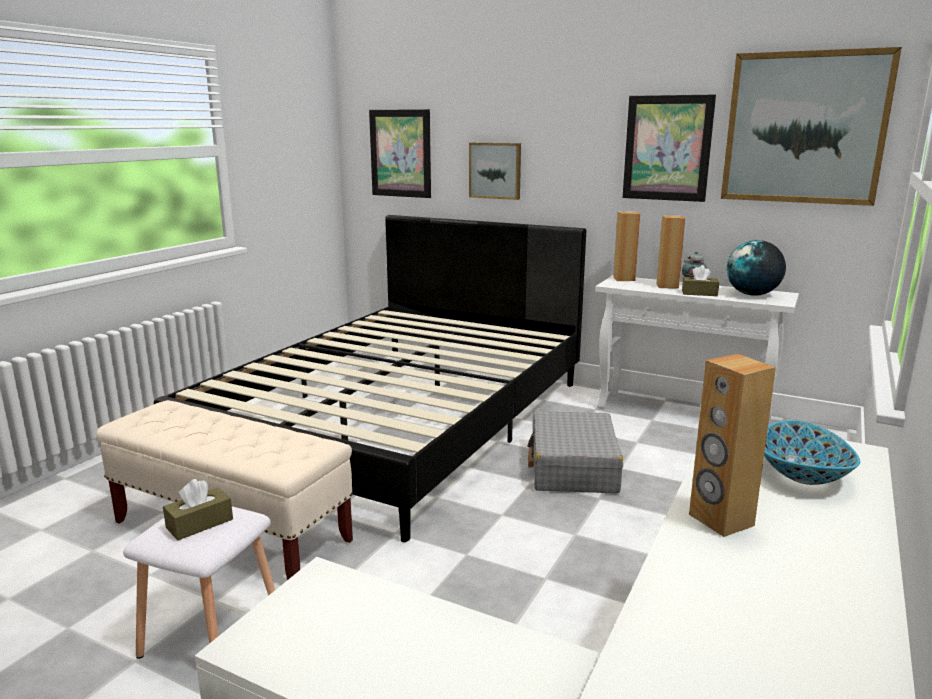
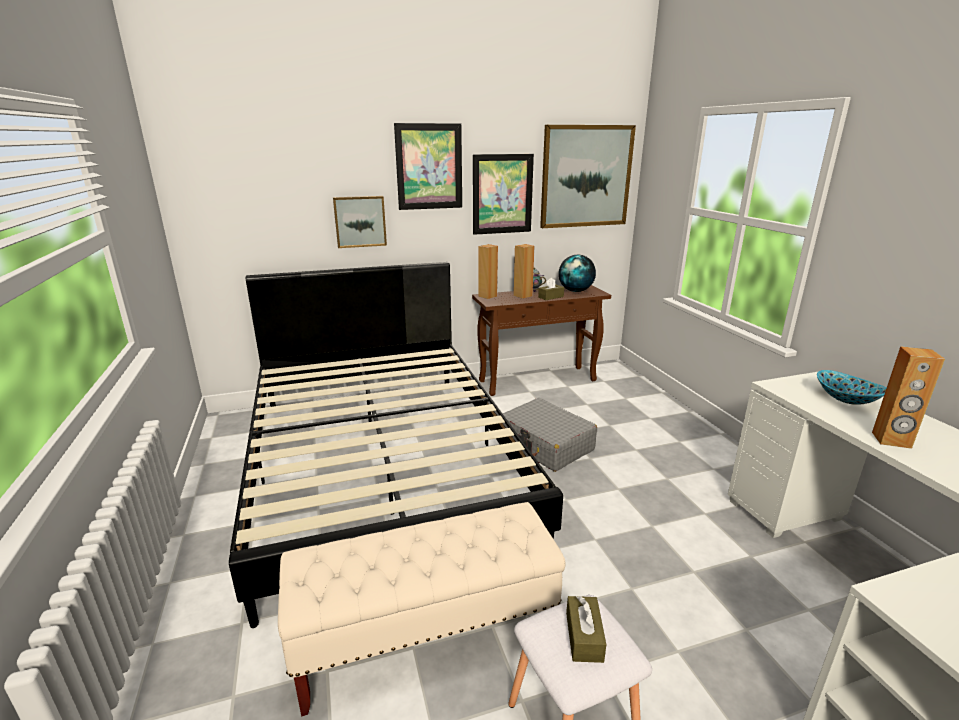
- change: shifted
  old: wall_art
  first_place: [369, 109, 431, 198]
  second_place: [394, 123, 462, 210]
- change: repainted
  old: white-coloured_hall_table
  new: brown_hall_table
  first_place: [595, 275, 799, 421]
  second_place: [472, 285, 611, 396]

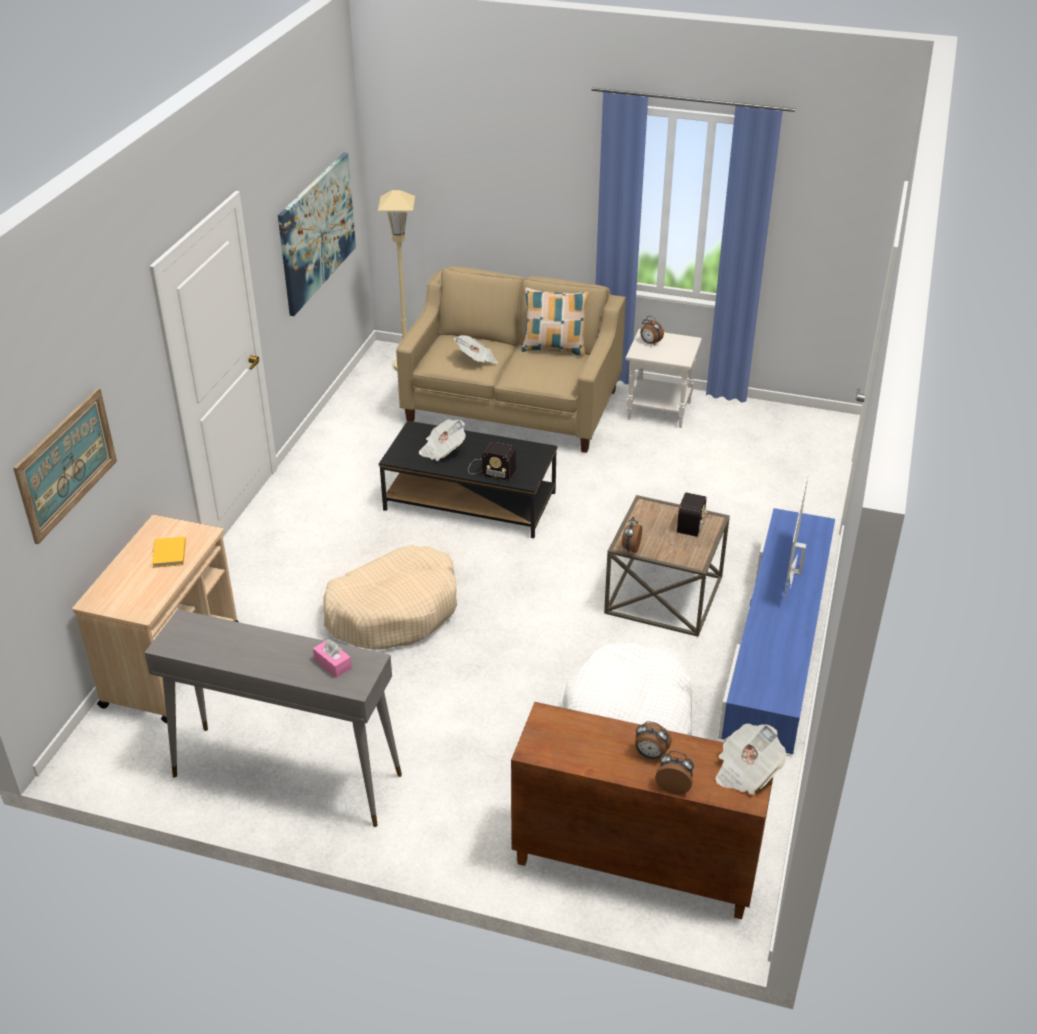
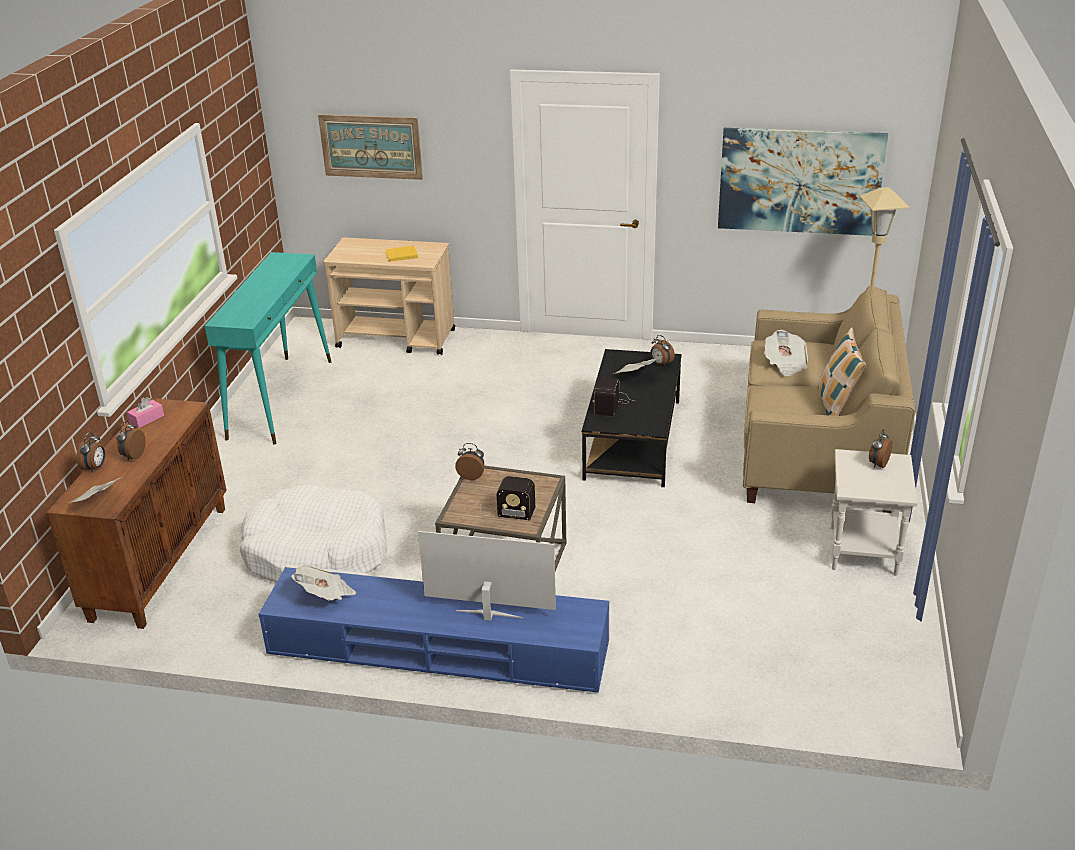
- change: repainted
  old: greyish_hall_table
  new: turquoise-coloured_hall_table
  first_place: [144, 609, 402, 827]
  second_place: [205, 252, 331, 445]
- change: shifted
  old: pinkish_tissue_box
  first_place: [313, 639, 352, 678]
  second_place: [127, 397, 164, 428]
- change: gone
  old: beige-coloured_dog_cushion
  first_place: [323, 545, 457, 650]
- change: new
  new: printed_paper
  second_place: [291, 565, 356, 601]
- change: new
  new: bedside_clock
  second_place: [650, 335, 675, 367]

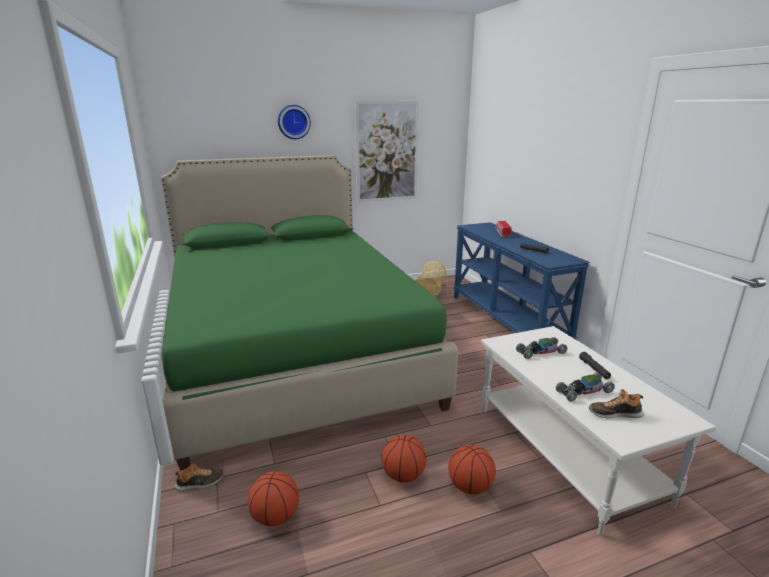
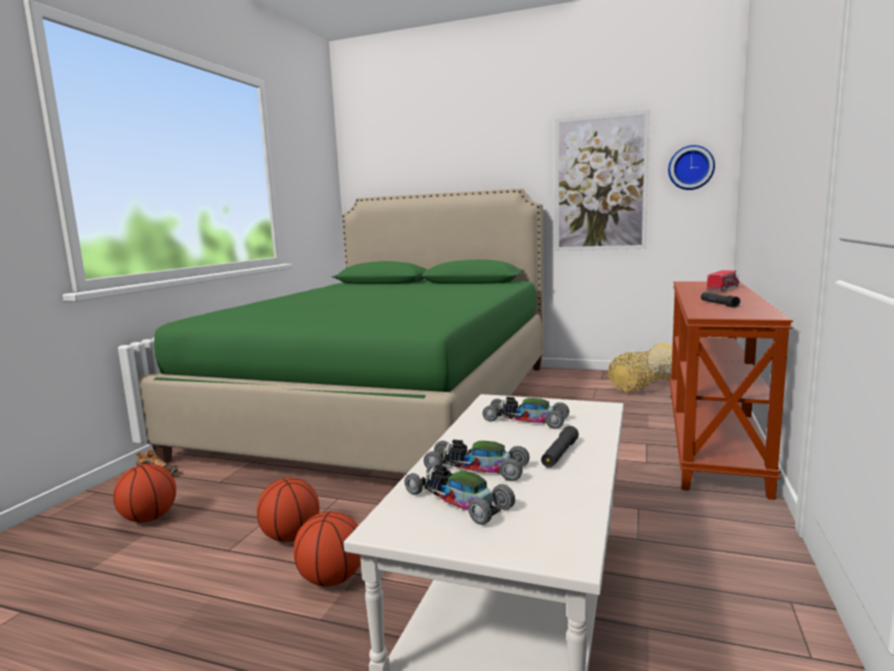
- change: shifted
  old: hanging_clock
  first_place: [278, 105, 311, 139]
  second_place: [668, 145, 715, 190]
- change: repainted
  old: blue_hall_table
  new: brown_hall_table
  first_place: [454, 222, 590, 340]
  second_place: [670, 281, 793, 500]
- change: swapped
  old: shoe
  new: miniature_car
  first_place: [589, 389, 644, 419]
  second_place: [405, 463, 515, 525]

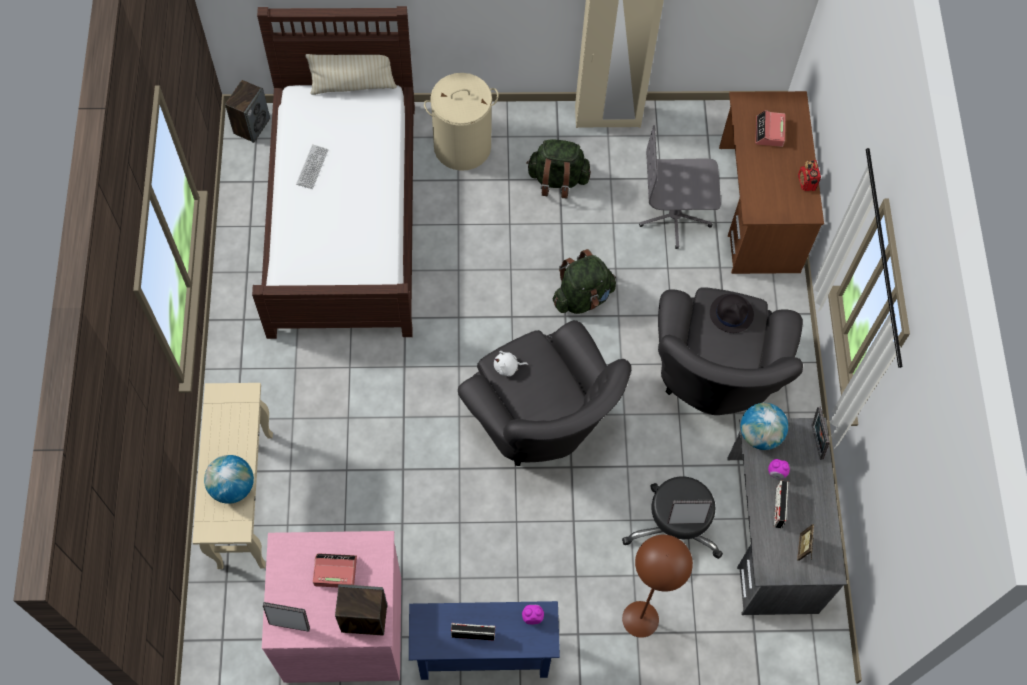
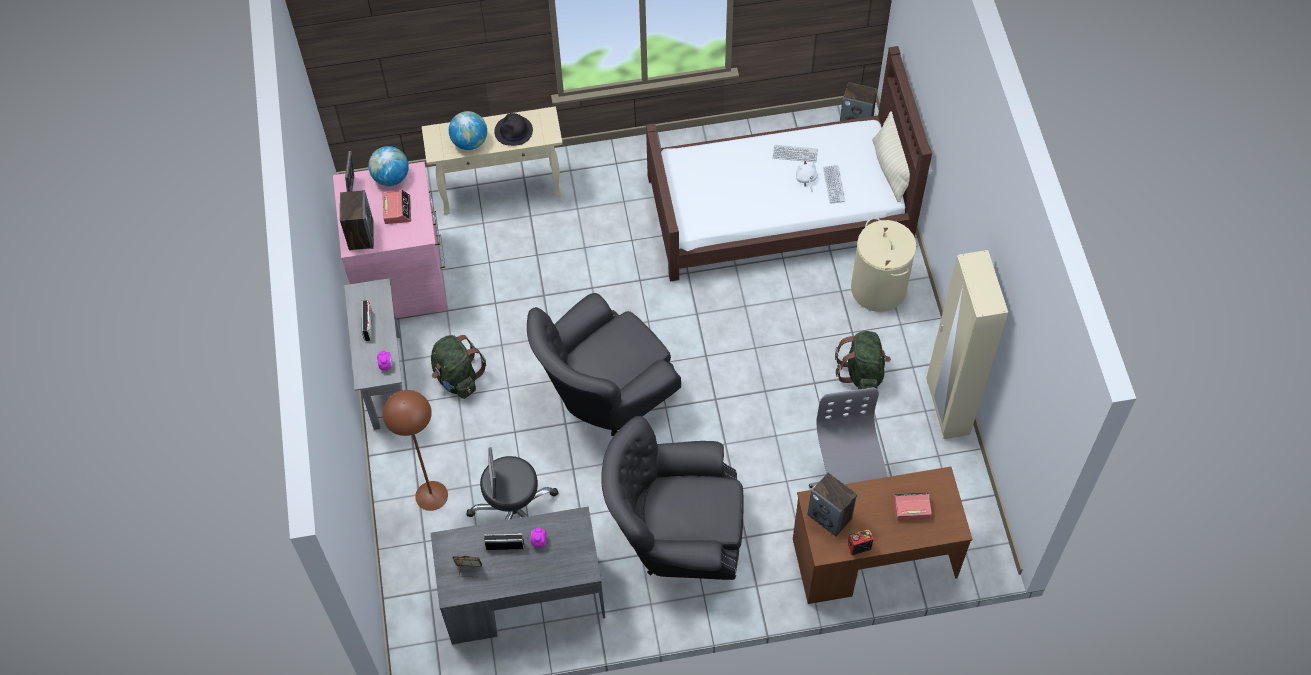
- change: repainted
  old: blue_hall_table
  new: greyish_hall_table
  first_place: [409, 601, 560, 680]
  second_place: [344, 278, 402, 430]
- change: shifted
  old: white-coloured_cuddly_toy
  first_place: [494, 351, 528, 376]
  second_place: [796, 161, 818, 192]
- change: shifted
  old: green-coloured_rucksack
  first_place: [553, 249, 616, 314]
  second_place: [431, 335, 486, 399]
- change: shifted
  old: black_hat
  first_place: [710, 294, 754, 333]
  second_place: [494, 113, 533, 146]
- change: shifted
  old: globe
  first_place: [740, 403, 788, 450]
  second_place: [368, 146, 409, 186]
- change: gone
  old: standing_frame
  first_place: [812, 407, 830, 460]
- change: new
  new: loudspeaker
  second_place: [808, 473, 857, 537]
- change: new
  new: keyboard
  second_place: [823, 165, 845, 204]

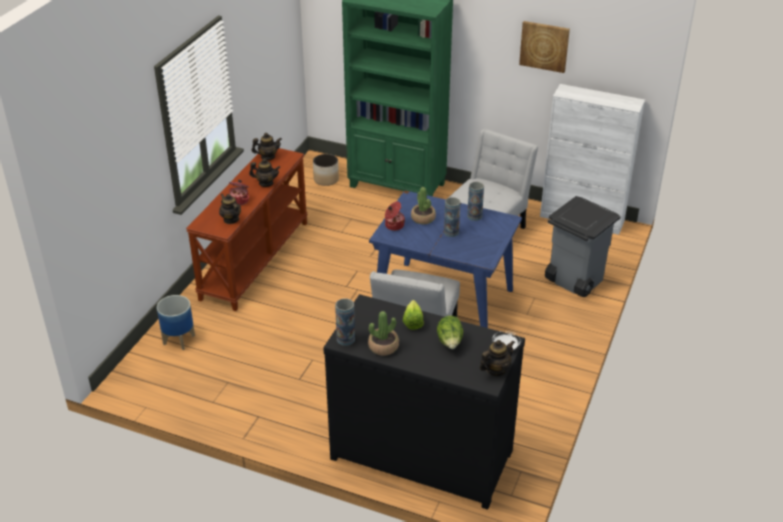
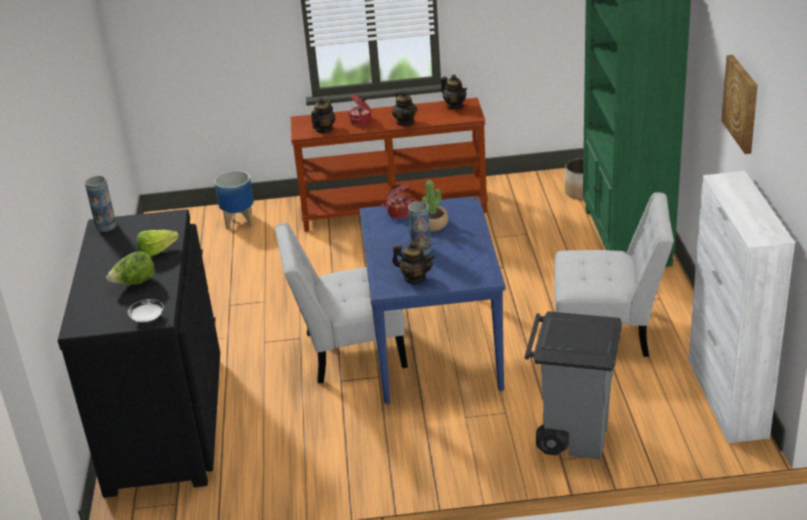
- change: gone
  old: houseplant
  first_place: [368, 311, 399, 356]
- change: gone
  old: decorative_vase
  first_place: [467, 182, 484, 221]
- change: shifted
  old: tea_pot
  first_place: [479, 340, 515, 376]
  second_place: [392, 241, 435, 284]

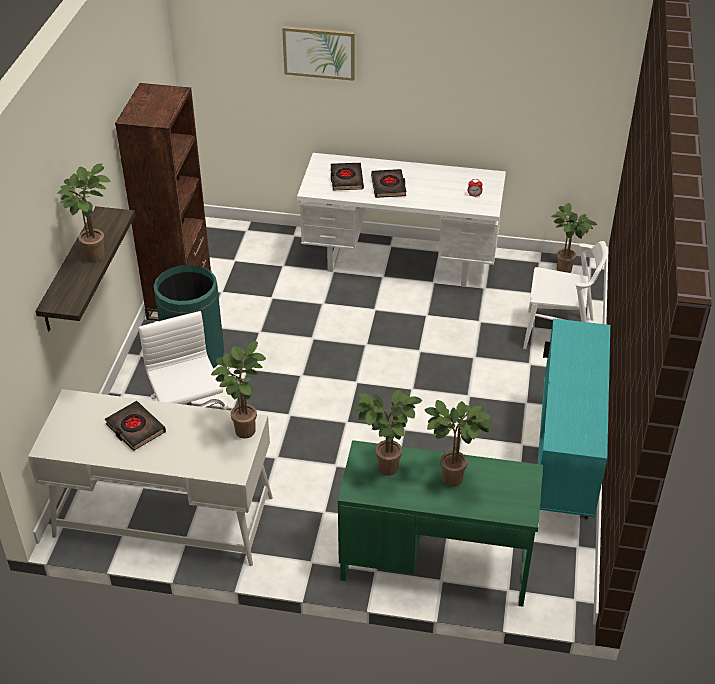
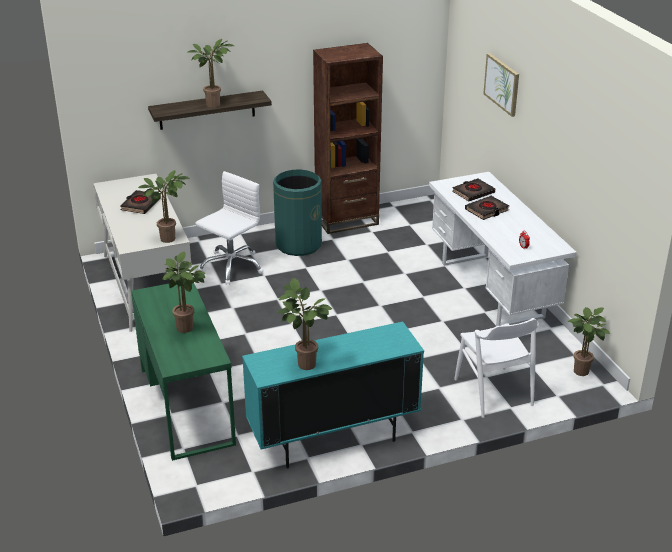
- change: shifted
  old: houseplant
  first_place: [352, 390, 422, 476]
  second_place: [277, 278, 332, 370]

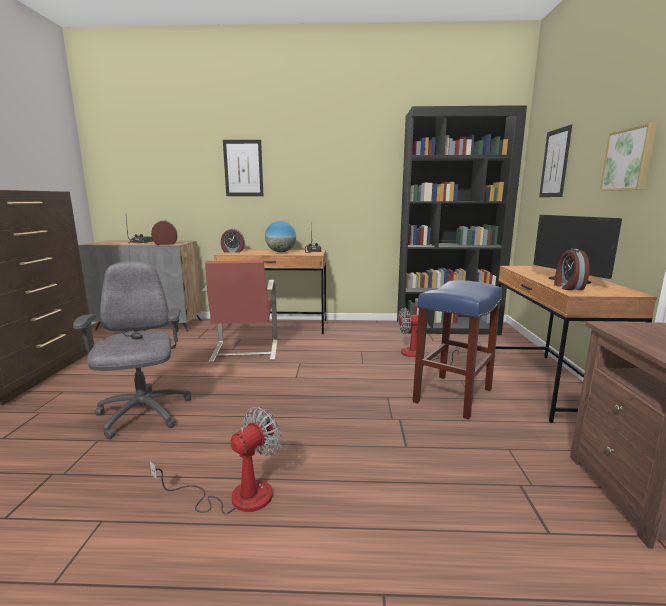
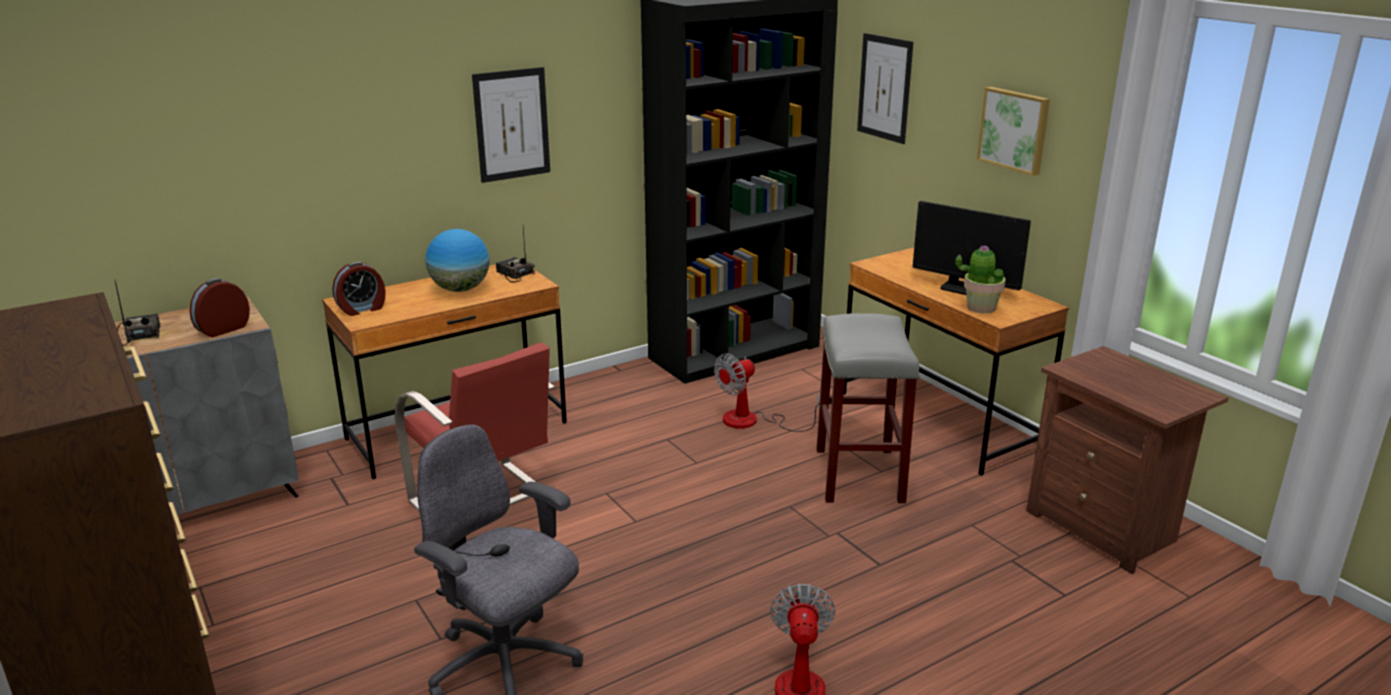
- change: shifted
  old: wall_art
  first_place: [223, 140, 263, 196]
  second_place: [472, 67, 550, 183]
- change: repainted
  old: blue_stool_seat
  new: greyish_stool_seat
  first_place: [413, 280, 502, 420]
  second_place: [817, 313, 920, 503]
- change: swapped
  old: bedside_clock
  new: houseplant
  first_place: [554, 249, 589, 290]
  second_place: [956, 245, 1006, 314]

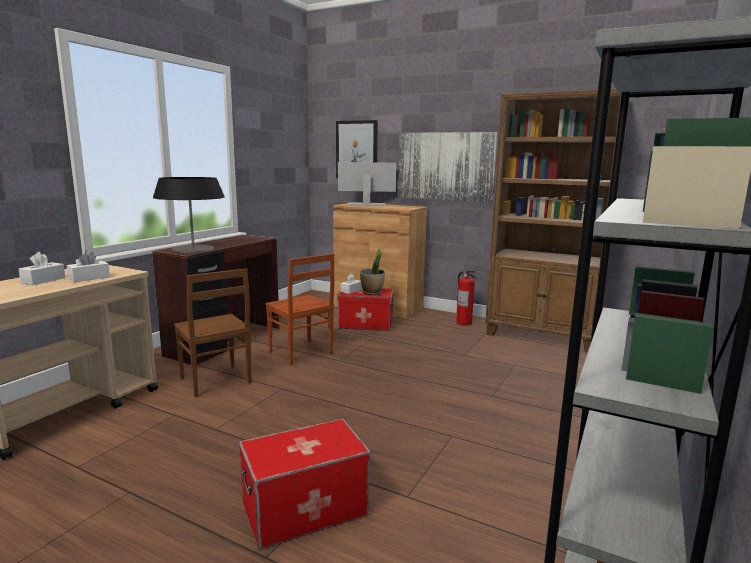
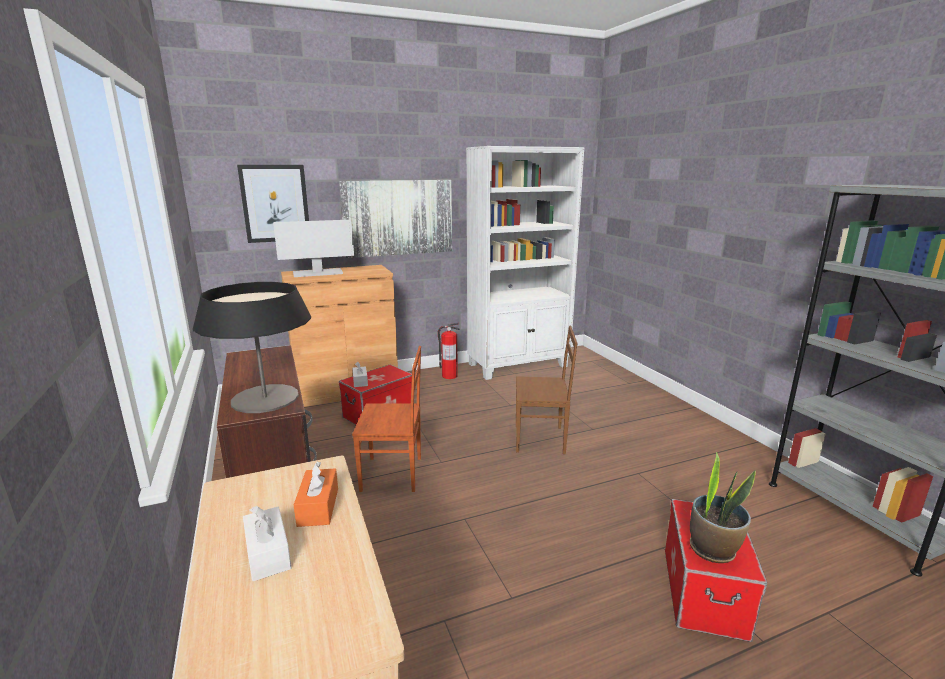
- change: repainted
  old: white-coloured_tissue_box
  new: orange_tissue_box
  first_place: [67, 250, 110, 282]
  second_place: [294, 461, 338, 527]
- change: shifted
  old: brown_chair
  first_place: [174, 268, 251, 397]
  second_place: [516, 326, 578, 454]
- change: rotated
  old: computer_display
  first_place: [338, 162, 397, 206]
  second_place: [273, 220, 354, 277]
  degrees: -150
- change: shifted
  old: houseplant
  first_place: [360, 246, 385, 295]
  second_place: [690, 452, 756, 563]
- change: repainted
  old: brown_bookcase
  new: white-coloured_bookcase
  first_place: [485, 89, 630, 353]
  second_place: [466, 146, 584, 380]

